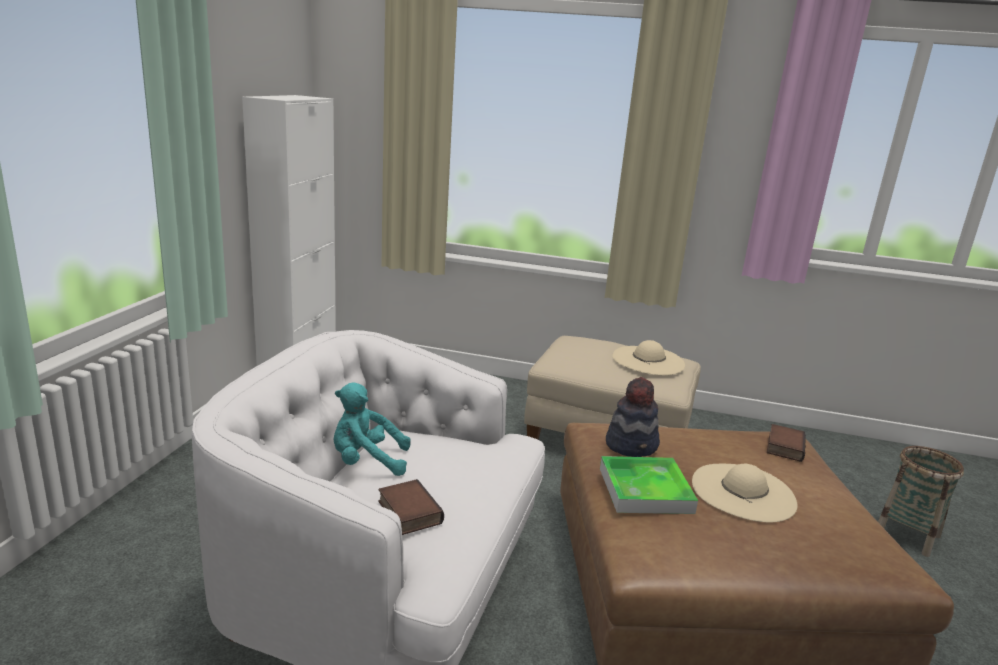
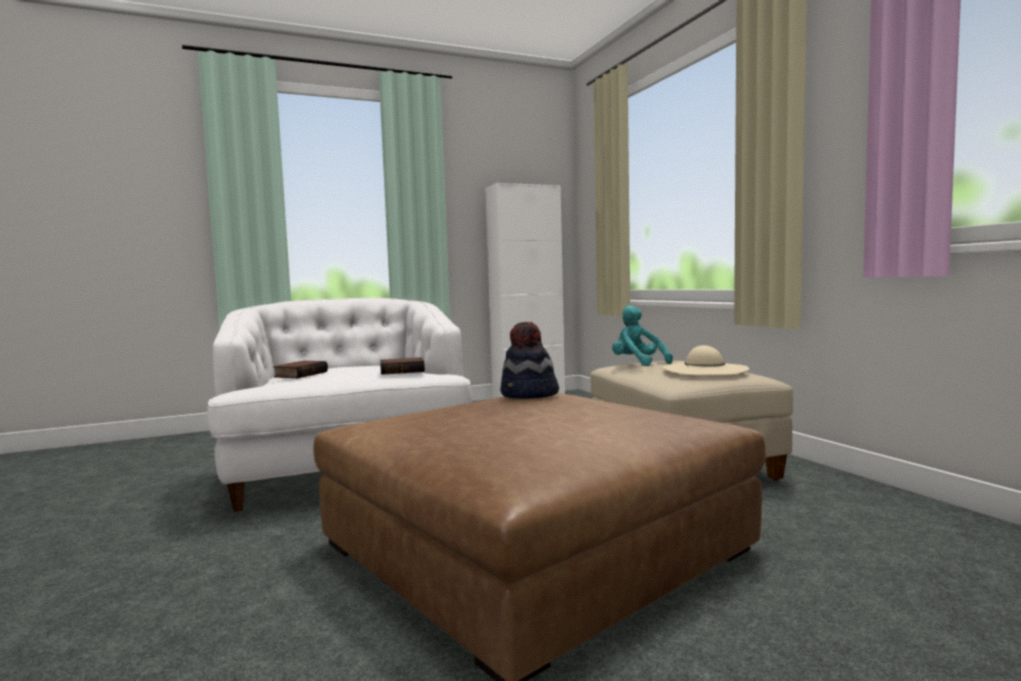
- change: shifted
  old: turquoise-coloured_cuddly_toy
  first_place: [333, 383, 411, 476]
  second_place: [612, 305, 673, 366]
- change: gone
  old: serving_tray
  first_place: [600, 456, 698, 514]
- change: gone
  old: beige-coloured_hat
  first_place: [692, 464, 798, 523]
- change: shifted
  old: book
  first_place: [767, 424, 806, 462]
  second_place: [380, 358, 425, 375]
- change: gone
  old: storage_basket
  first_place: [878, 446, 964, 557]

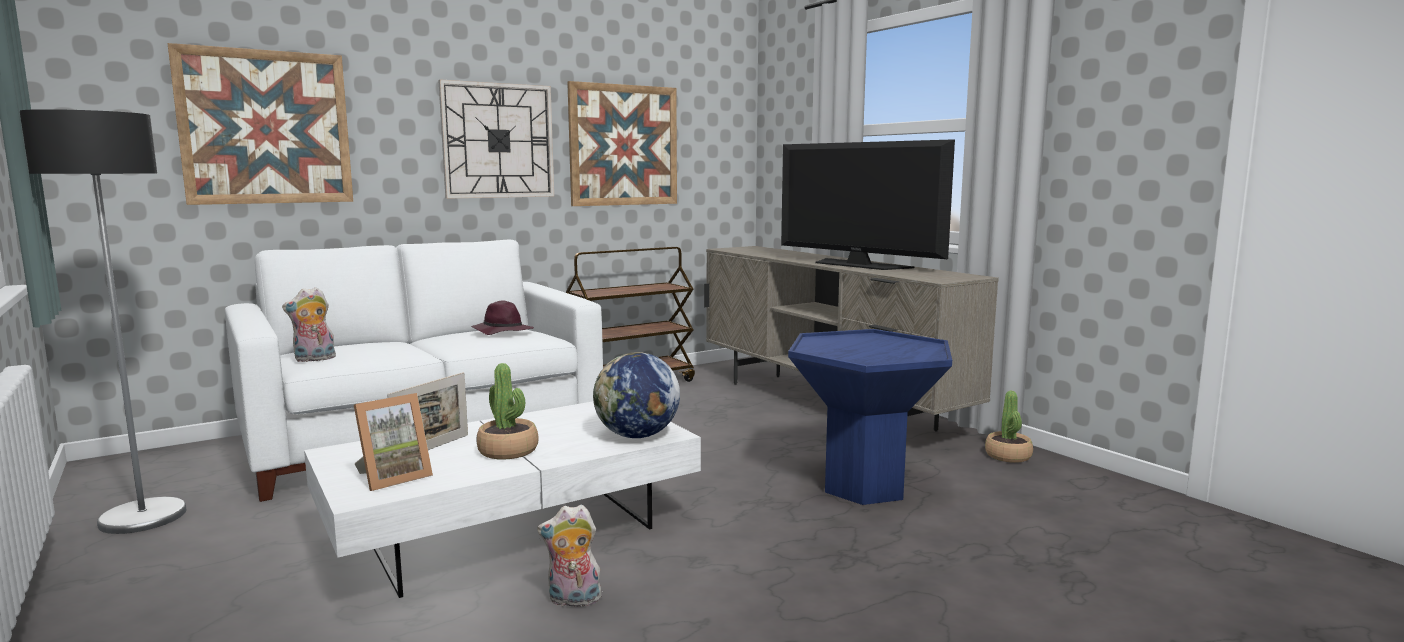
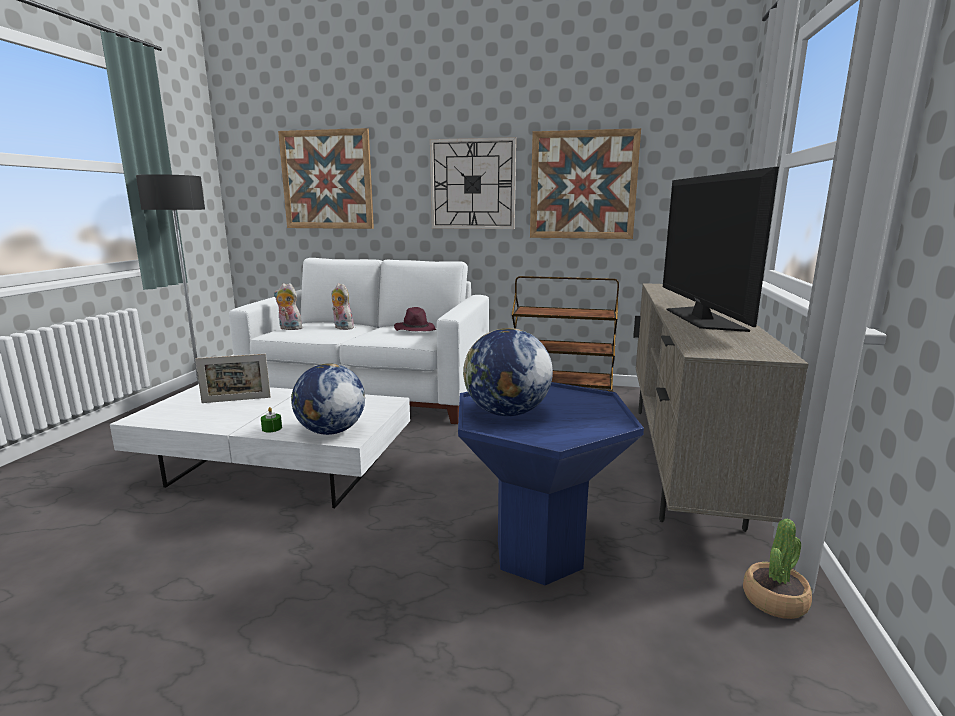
- change: gone
  old: standing_frame
  first_place: [354, 393, 433, 491]
- change: gone
  old: houseplant
  first_place: [477, 363, 538, 460]
- change: shifted
  old: cuddly_toy
  first_place: [537, 505, 602, 607]
  second_place: [332, 283, 355, 330]
- change: new
  new: green-coloured_candle
  second_place: [261, 407, 282, 433]
- change: new
  new: globe
  second_place: [463, 328, 553, 416]

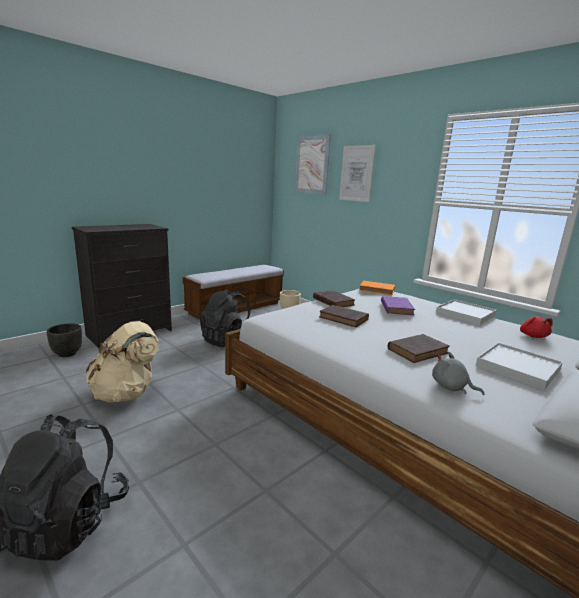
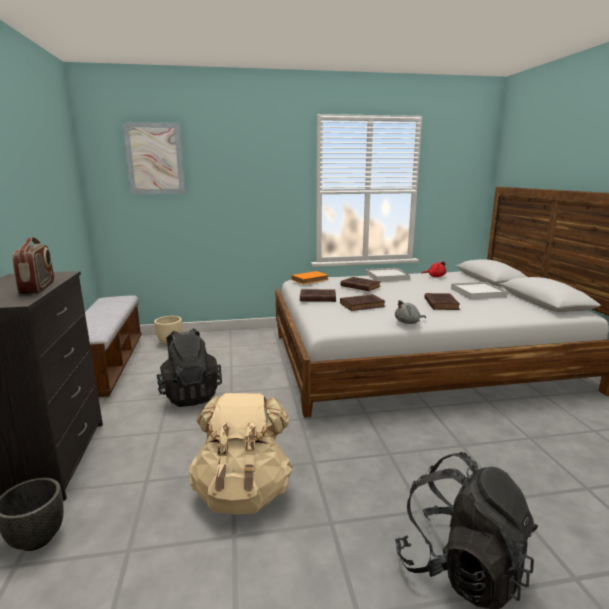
- change: gone
  old: wall_art
  first_place: [339, 145, 376, 202]
- change: repainted
  old: purple_book
  new: brown_book
  first_place: [381, 296, 415, 315]
  second_place: [340, 277, 380, 291]
- change: shifted
  old: greyish_cuddly_toy
  first_place: [432, 352, 484, 395]
  second_place: [395, 300, 426, 324]
- change: new
  new: radio
  second_place: [12, 237, 54, 294]

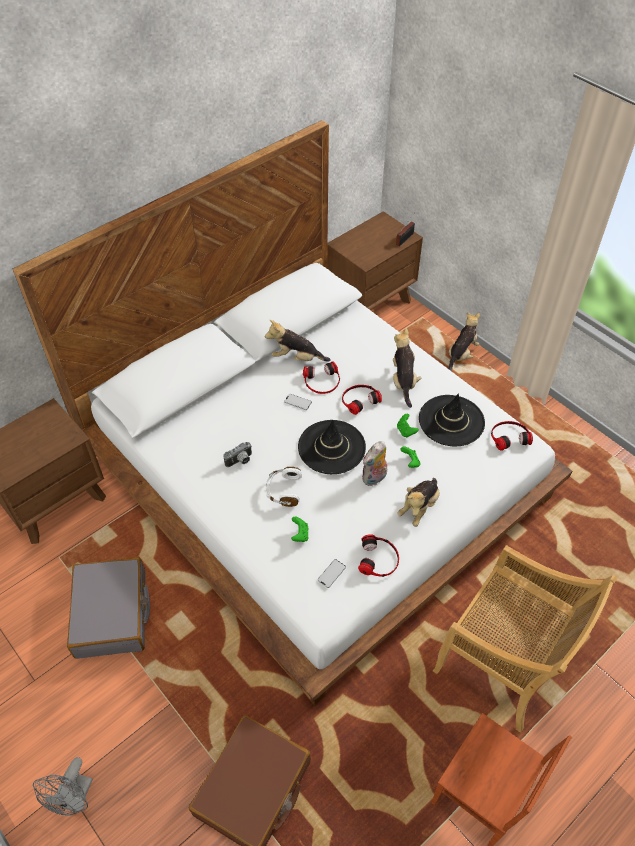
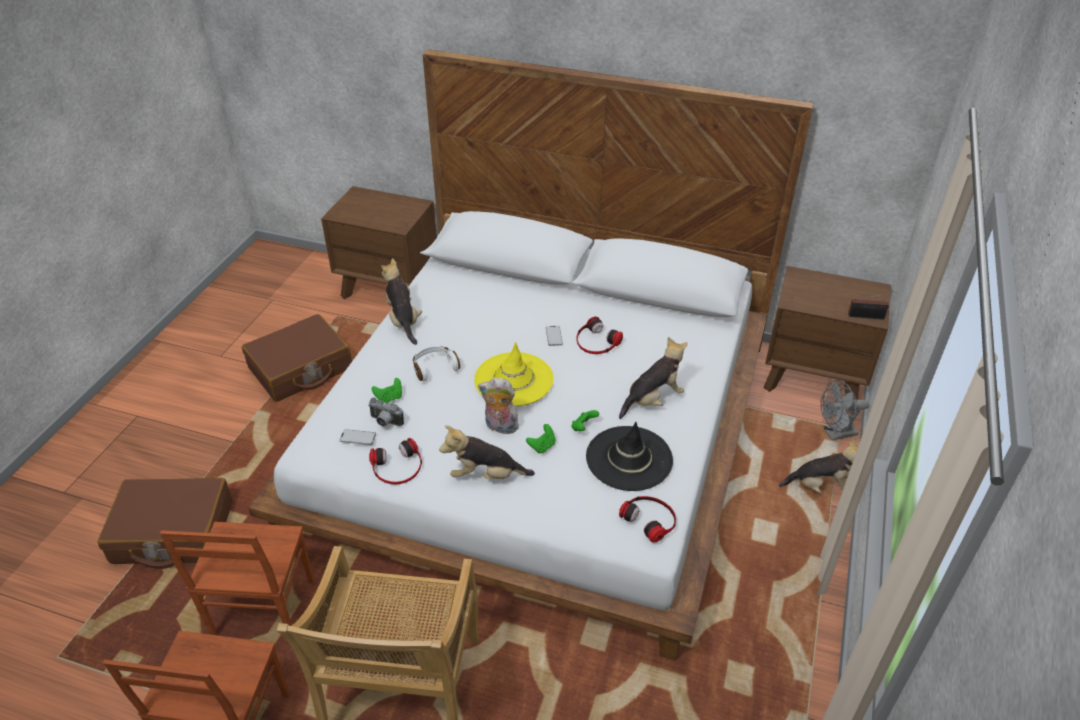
- change: shifted
  old: greyish_fan
  first_place: [33, 757, 93, 816]
  second_place: [820, 380, 869, 440]
- change: repainted
  old: greyish_piece_of_luggage
  new: brown_piece_of_luggage
  first_place: [67, 557, 150, 659]
  second_place: [242, 314, 352, 402]
- change: shifted
  old: photo_camera
  first_place: [223, 442, 252, 467]
  second_place: [368, 398, 404, 427]
- change: shifted
  old: cuddly_toy
  first_place: [265, 320, 331, 361]
  second_place: [381, 258, 422, 345]
- change: repainted
  old: black_hat
  new: yellowish_hat
  first_place: [298, 420, 366, 474]
  second_place: [474, 342, 554, 406]
- change: gone
  old: headphones
  first_place: [342, 385, 382, 415]
- change: new
  new: brown_chair
  second_place: [160, 522, 314, 635]

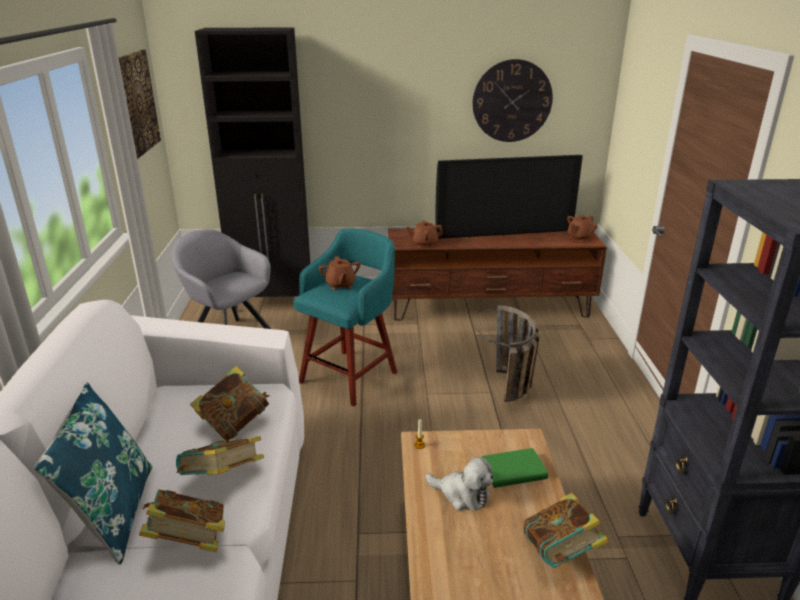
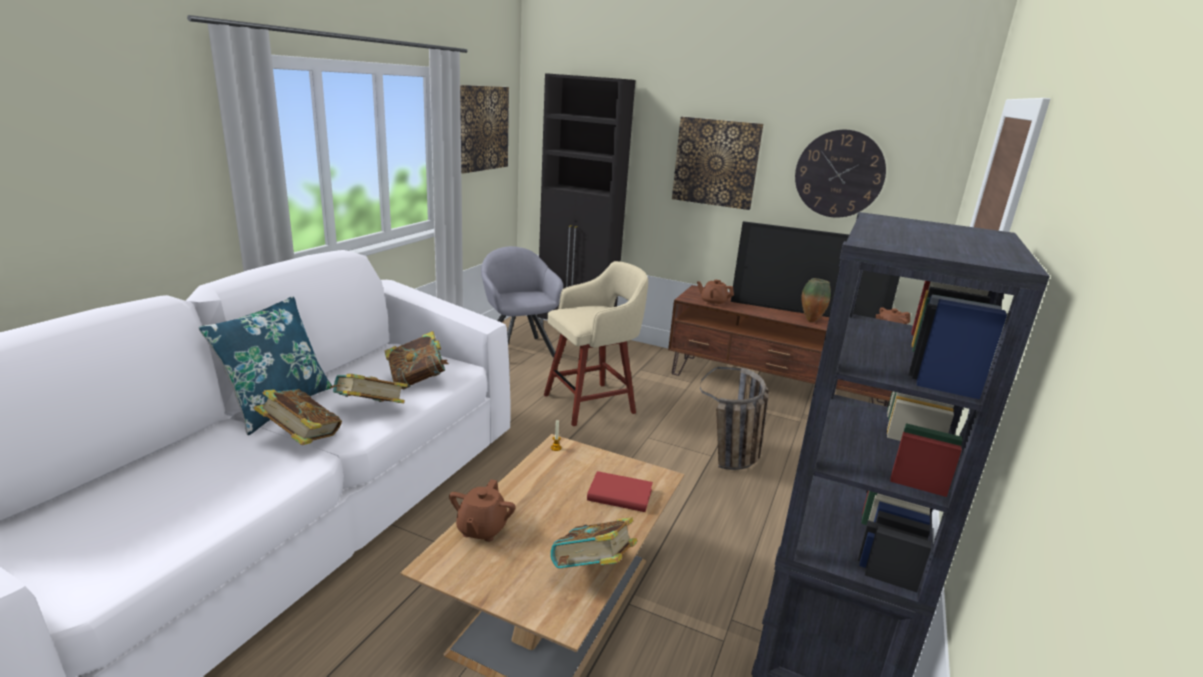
- change: repainted
  old: turquoise-coloured_stool_seat
  new: beige-coloured_stool_seat
  first_place: [293, 229, 397, 407]
  second_place: [544, 261, 648, 426]
- change: shifted
  old: brown_tea_pot
  first_place: [319, 256, 360, 290]
  second_place: [449, 479, 516, 542]
- change: gone
  old: cuddly_toy
  first_place: [426, 457, 493, 511]
- change: repainted
  old: green-coloured_book
  new: reddish_book
  first_place: [482, 448, 548, 488]
  second_place: [587, 471, 653, 512]
- change: new
  new: wall_art
  second_place: [672, 117, 763, 210]
- change: new
  new: decorative_vase
  second_place: [801, 278, 831, 322]

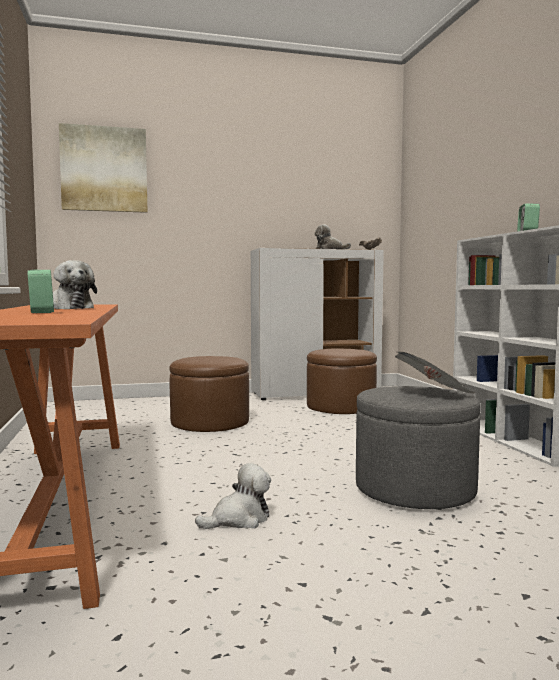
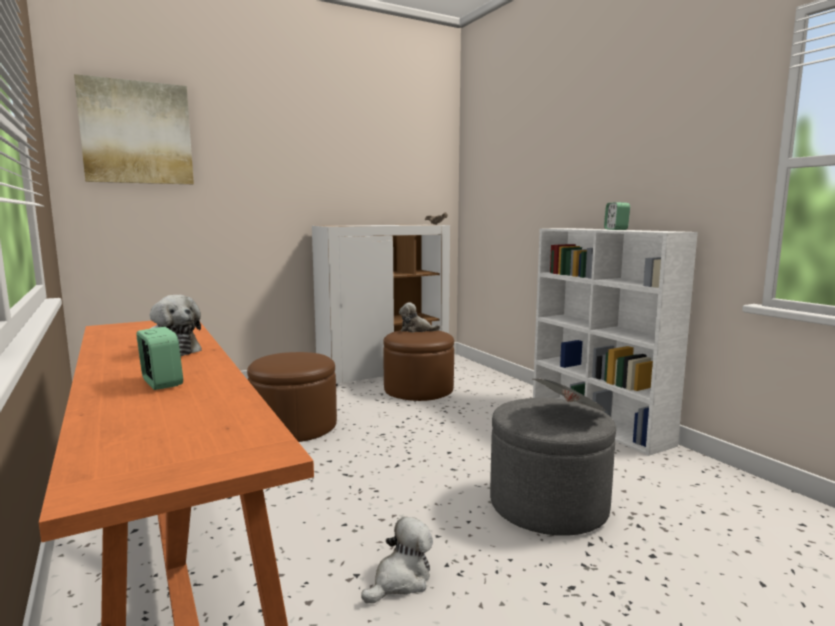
- change: shifted
  old: cuddly_toy
  first_place: [315, 225, 351, 249]
  second_place: [399, 303, 441, 333]

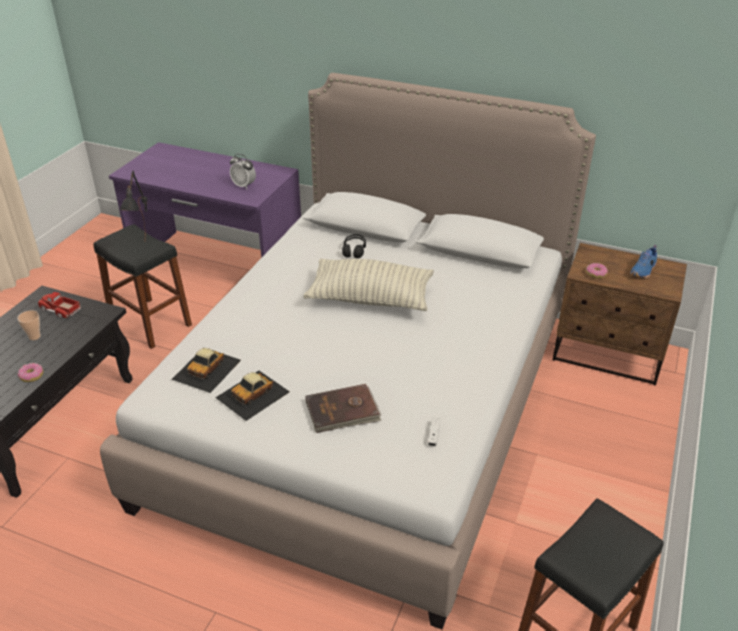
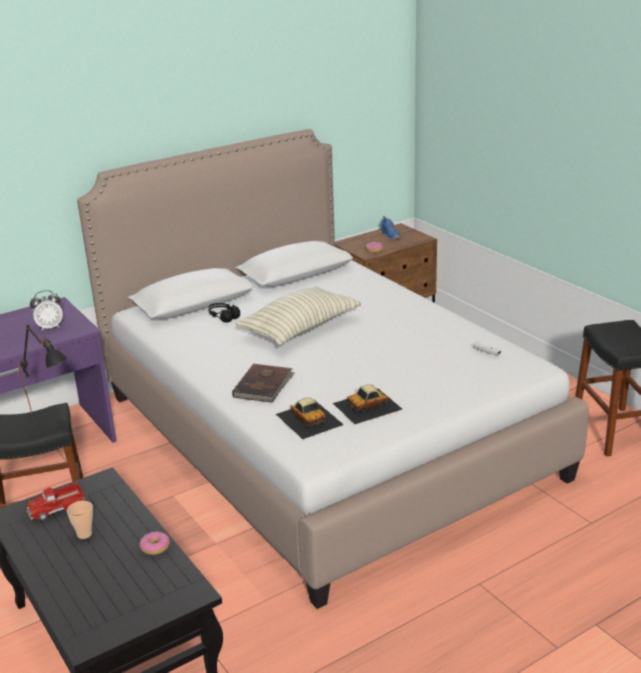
- change: rotated
  old: miniature_car
  first_place: [215, 371, 290, 421]
  second_place: [333, 384, 402, 424]
  degrees: 75
- change: shifted
  old: brown_book
  first_place: [305, 384, 382, 433]
  second_place: [232, 364, 295, 403]

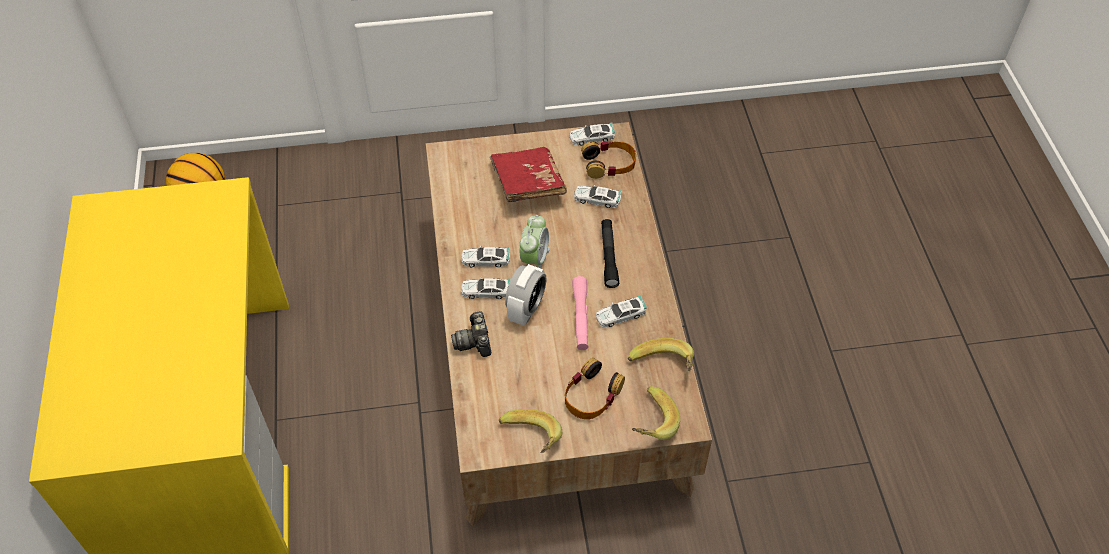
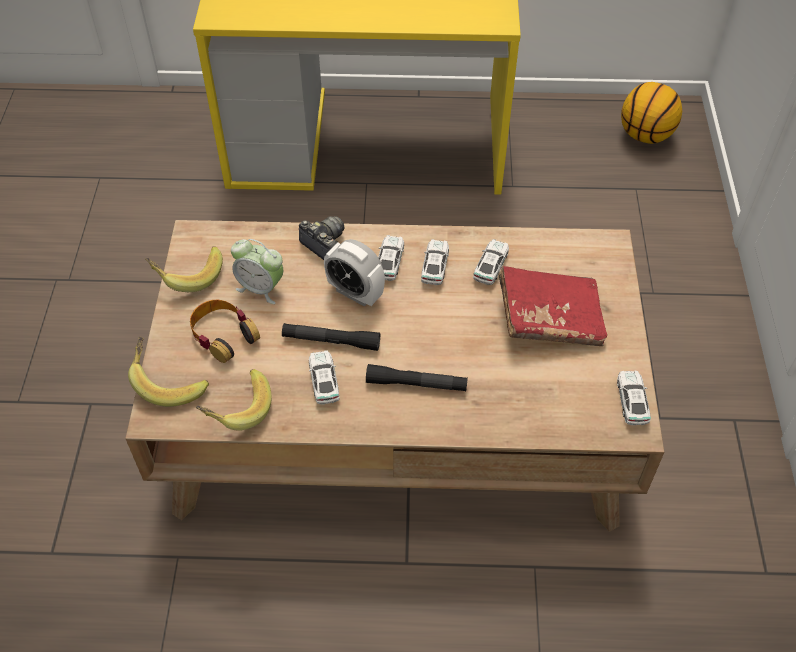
- change: rotated
  old: photo_camera
  first_place: [451, 311, 491, 357]
  second_place: [299, 216, 344, 260]
  degrees: 45
- change: shifted
  old: bedside_clock
  first_place: [520, 215, 550, 269]
  second_place: [231, 239, 283, 304]
- change: repainted
  old: pinkish_torch
  new: black_torch
  first_place: [572, 276, 588, 350]
  second_place: [282, 323, 380, 351]
- change: shifted
  old: miniature_car
  first_place: [574, 185, 622, 208]
  second_place: [473, 239, 509, 285]
- change: gone
  old: headphones
  first_place: [581, 141, 636, 179]

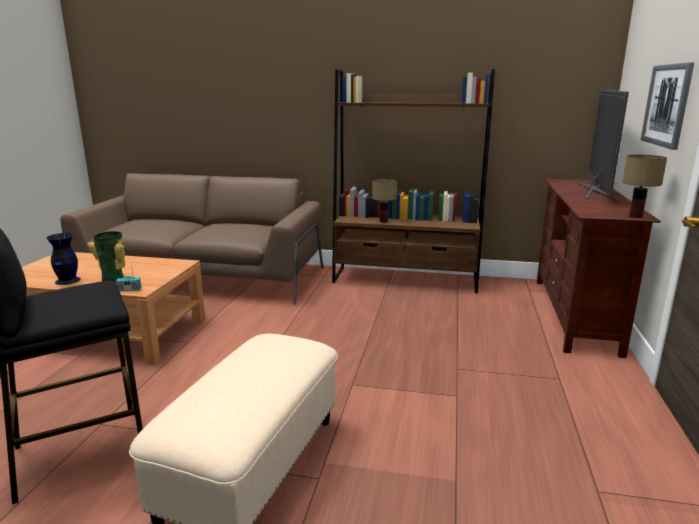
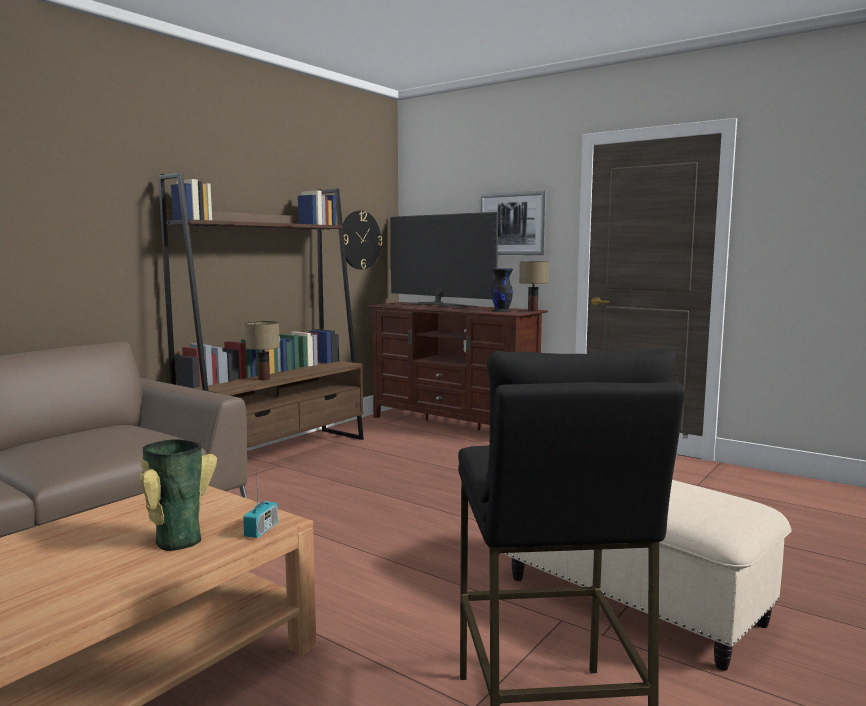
- change: shifted
  old: black_decorative_vase
  first_place: [47, 233, 81, 285]
  second_place: [491, 268, 513, 312]
- change: new
  new: hanging_clock
  second_place: [343, 211, 382, 269]

